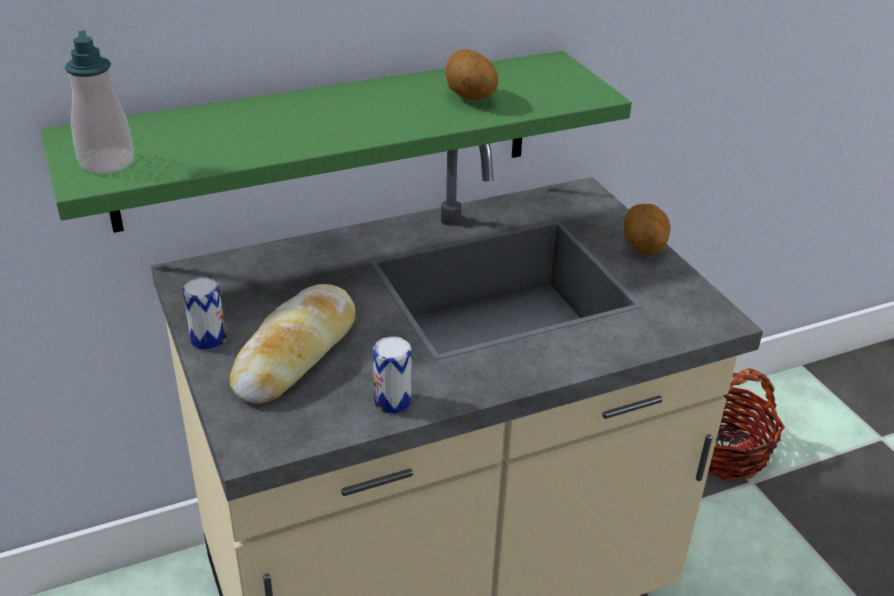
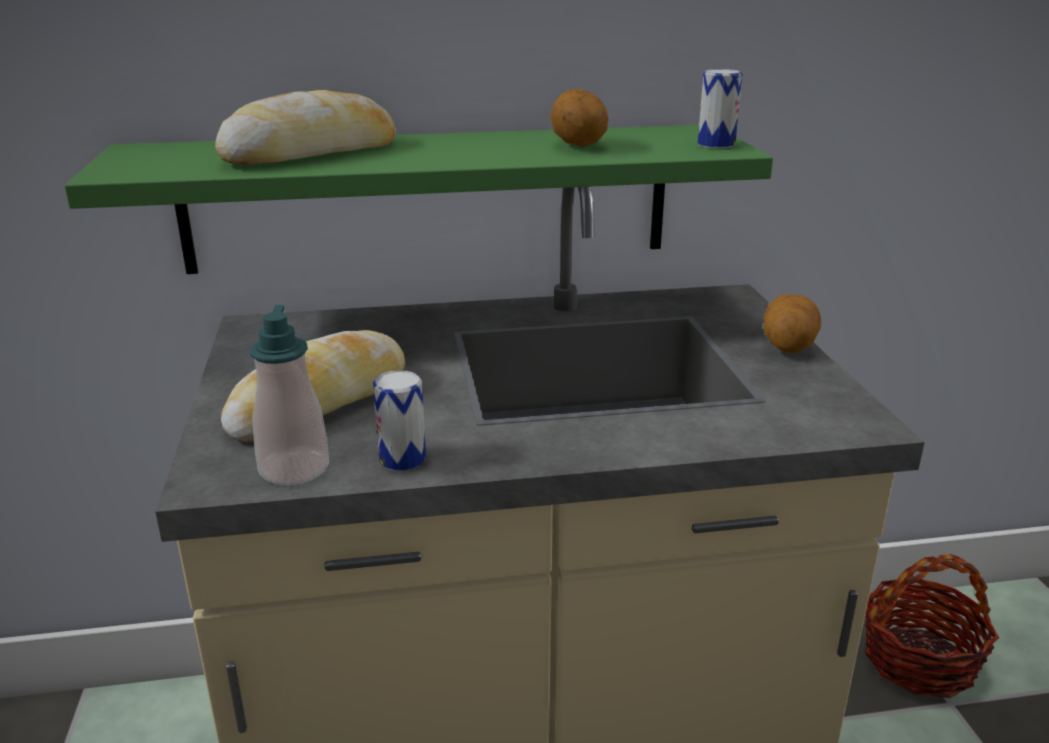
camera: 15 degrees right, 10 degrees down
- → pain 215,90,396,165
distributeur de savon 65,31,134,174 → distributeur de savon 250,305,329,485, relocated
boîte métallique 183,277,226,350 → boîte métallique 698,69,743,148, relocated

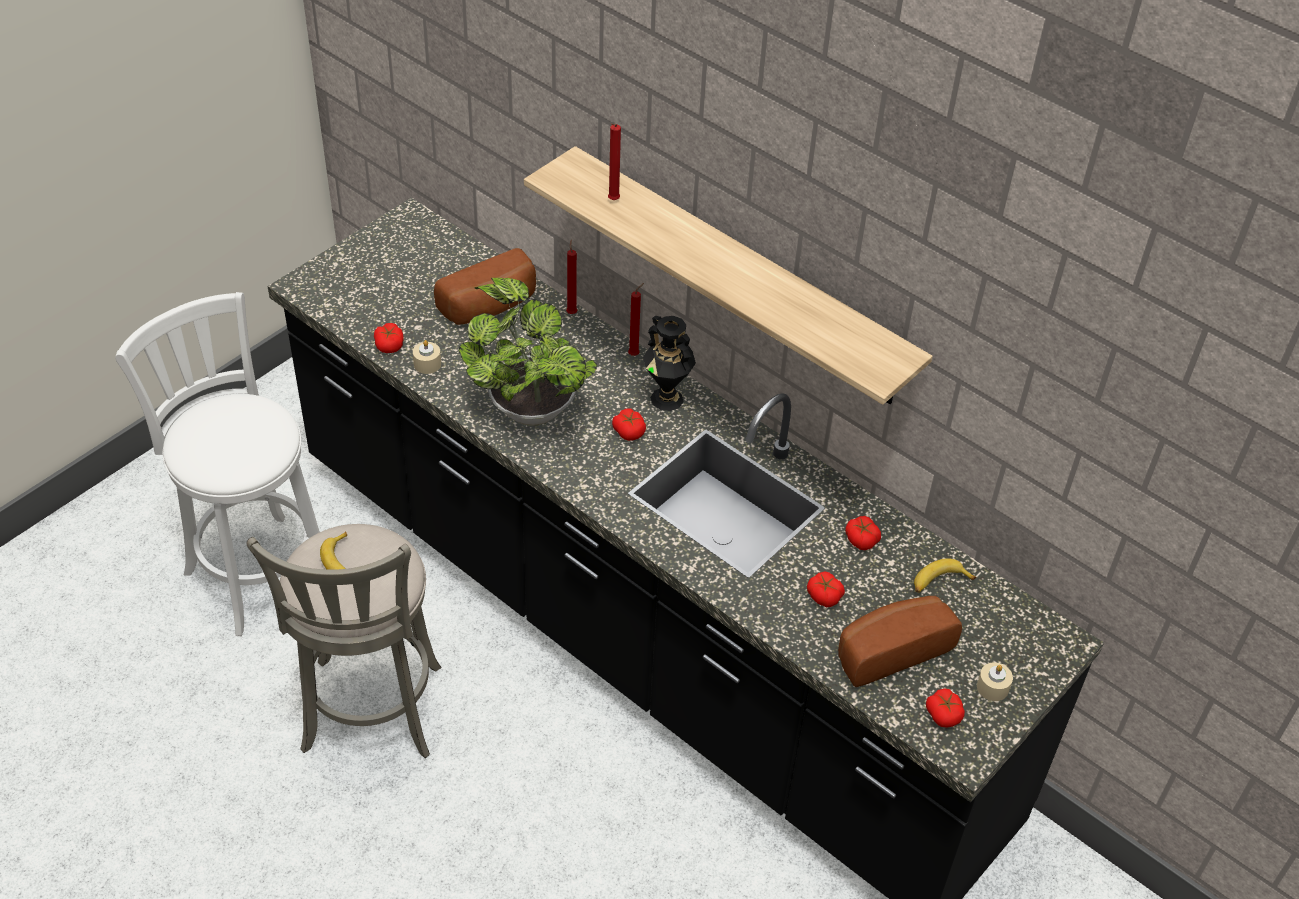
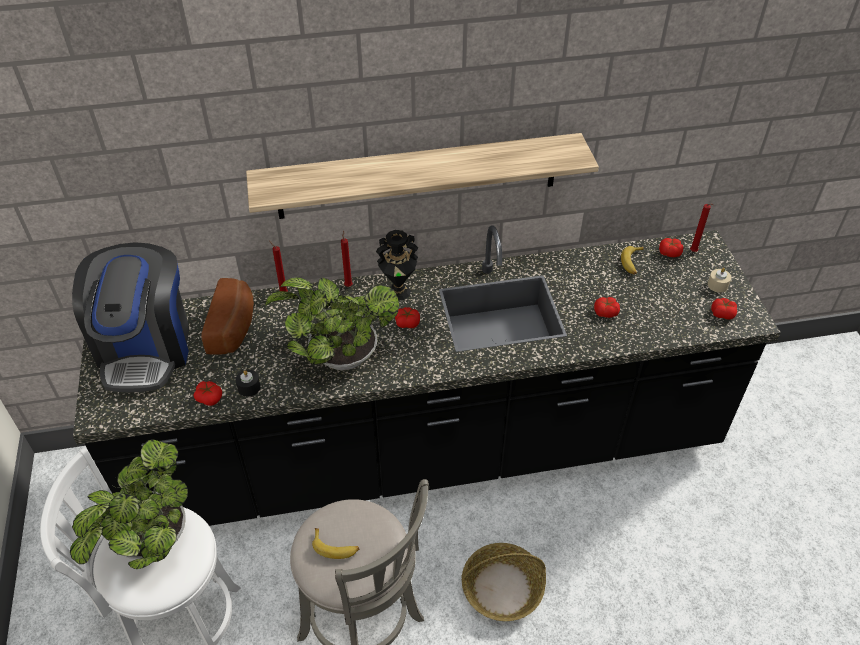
camera: 50 degrees left, 0 degrees up
- → plante en pot 70,439,188,569
- → machine à café 72,242,189,392
bougie/beige 413,340,441,374 → bougie/noir 235,370,260,397
- → panier 462,543,546,621
tomate 845,516,881,550 → tomate 659,238,683,257, relocated
bougie/rouge 608,124,621,200 → bougie/rouge 690,204,714,252, relocated
pain 838,596,962,687 → -

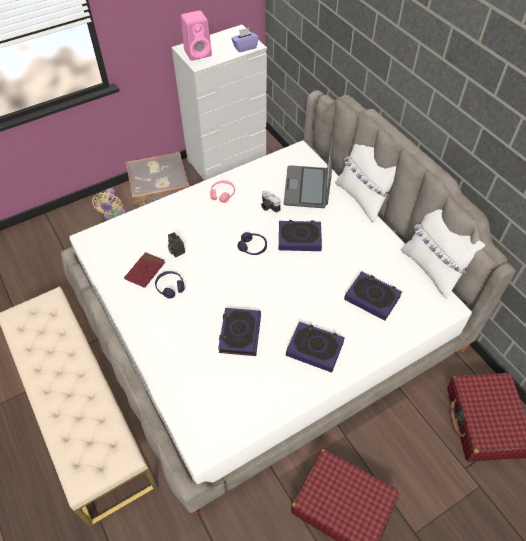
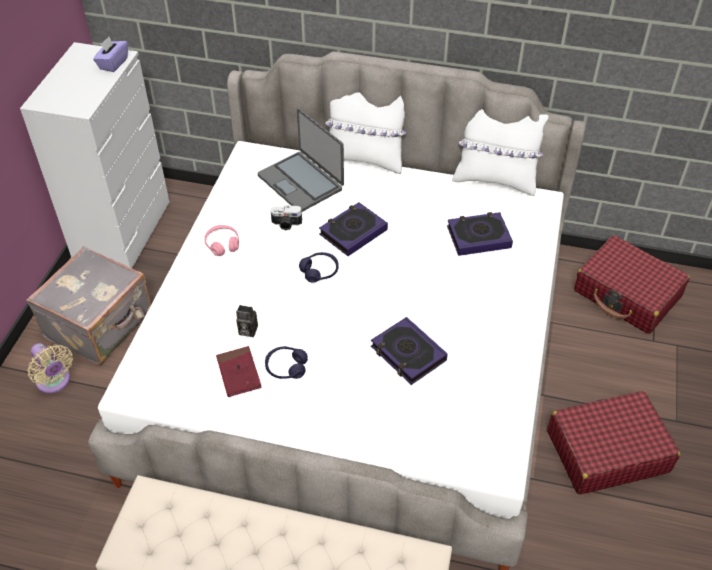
camera: 45 degrees left, 5 degrees down
enceinte/rose 181,10,212,61 → -
livre 286,322,345,373 → -

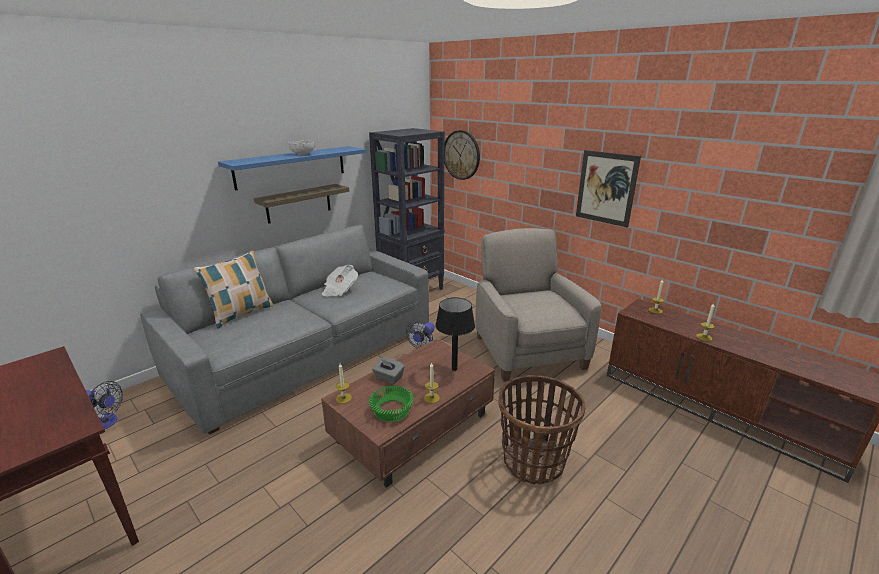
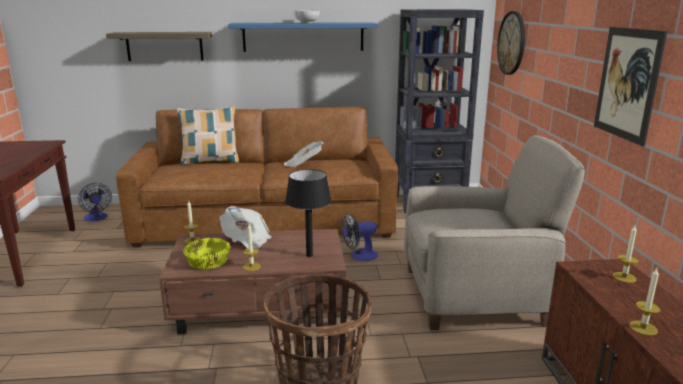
camera: 40 degrees right, 5 degrees down
étagère 254,184,349,224 → étagère 106,32,212,61, relocated
canapé/gris 140,225,429,435 → canapé/marron 116,107,398,248
bol/vert 369,386,413,422 → bol/jaune 183,238,231,269
boîte à mouchoirs/gris 372,357,405,384 → journal 219,206,272,249
fauteuil/beige 475,228,601,382 → fauteuil/beige 404,135,586,330, 60 degrees clockwise

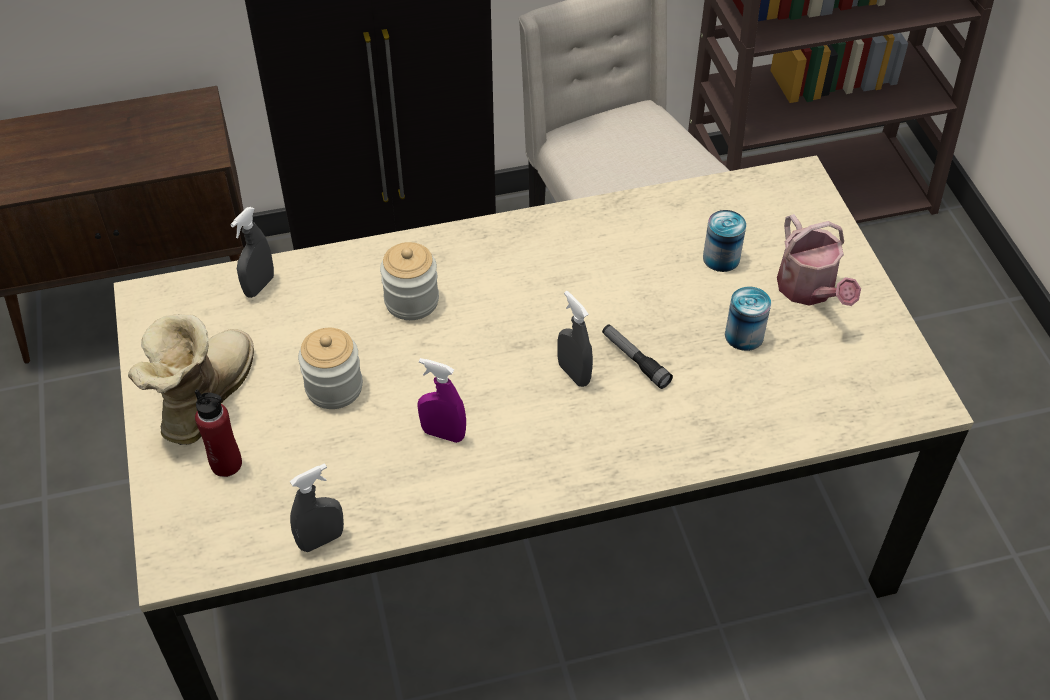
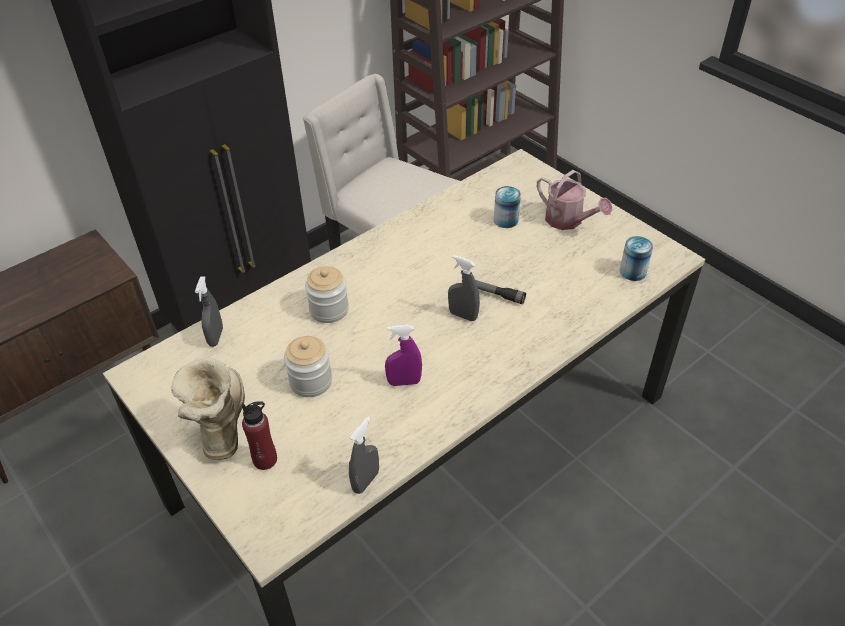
camera: 25 degrees left, 5 degrees down
boîte métallique 725,287,771,351 → boîte métallique 620,236,653,281, relocated

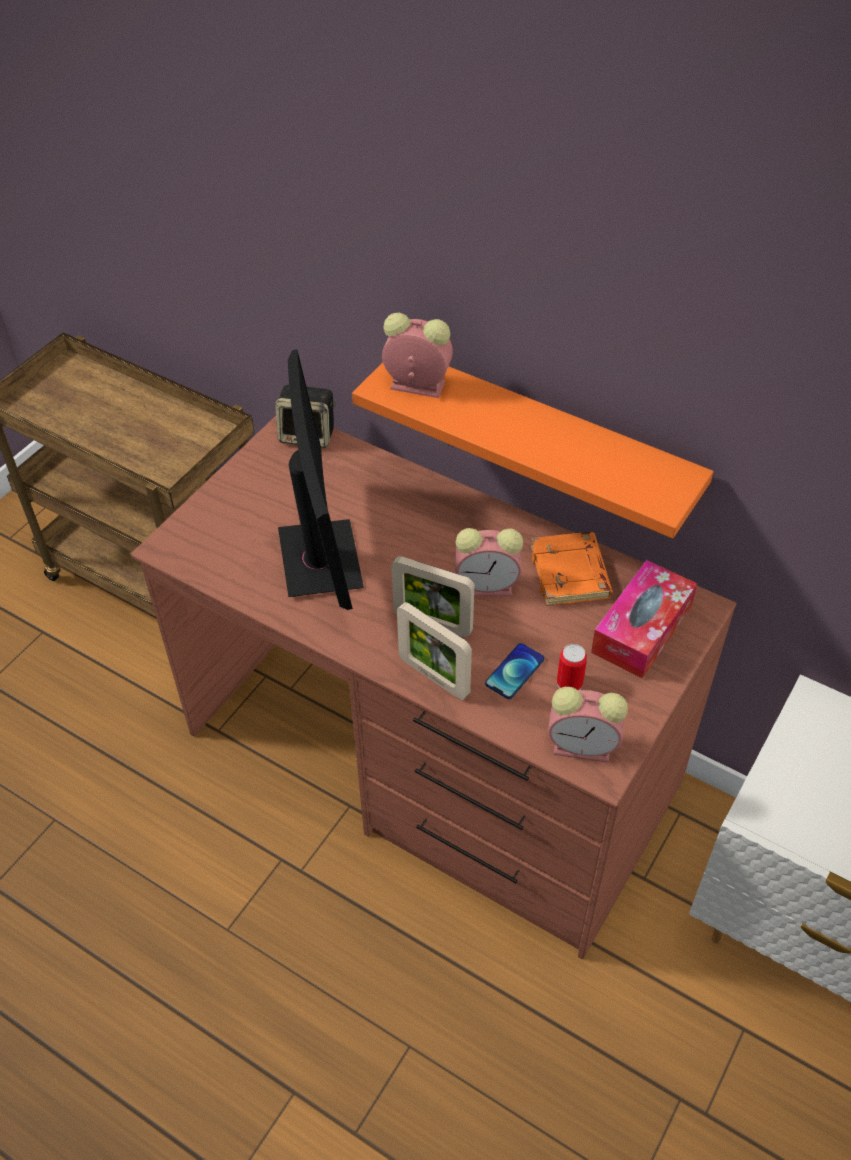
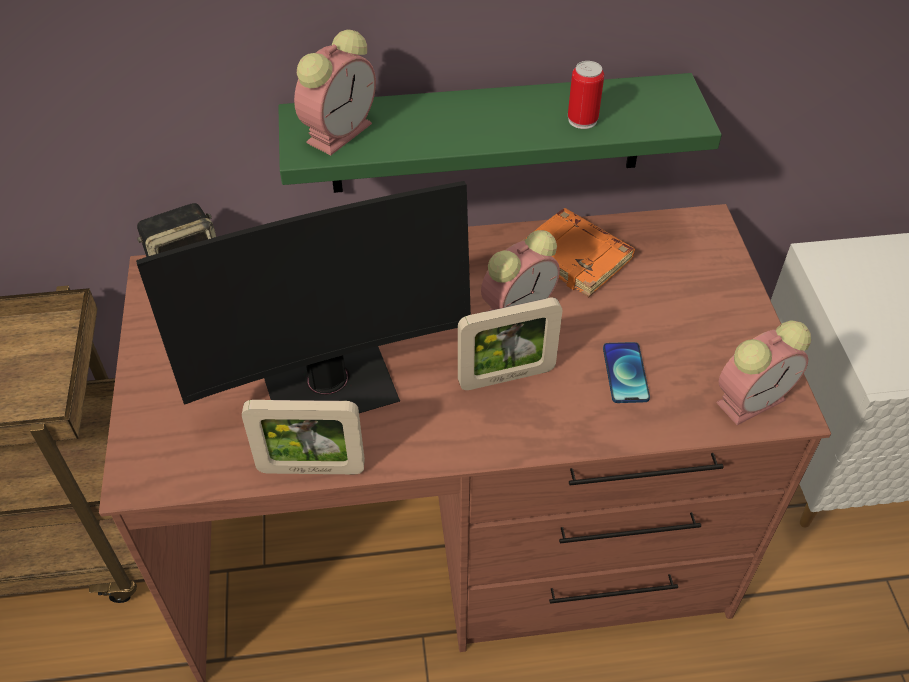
camera: 40 degrees left, 0 degrees up
écran d'ordinateur 278,349,364,610 → écran d'ordinateur 136,181,471,413, 120 degrees clockwise
cadre photo 397,602,472,700 → cadre photo 242,400,365,474, relocated
étagère/orange 352,362,714,538 → étagère/vert 278,73,722,193
réveil 382,313,453,398 → réveil 294,29,376,155, 150 degrees clockwise
boîte métallique 557,644,587,690 → boîte métallique 568,61,604,129, relocated
boîte à mouchoirs 591,560,697,679 → -

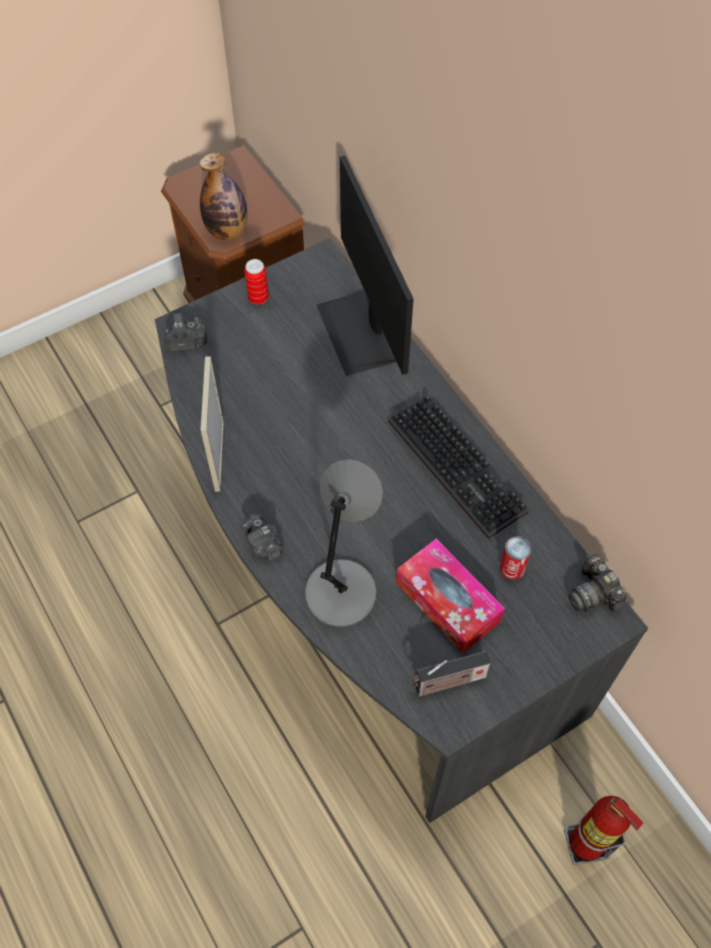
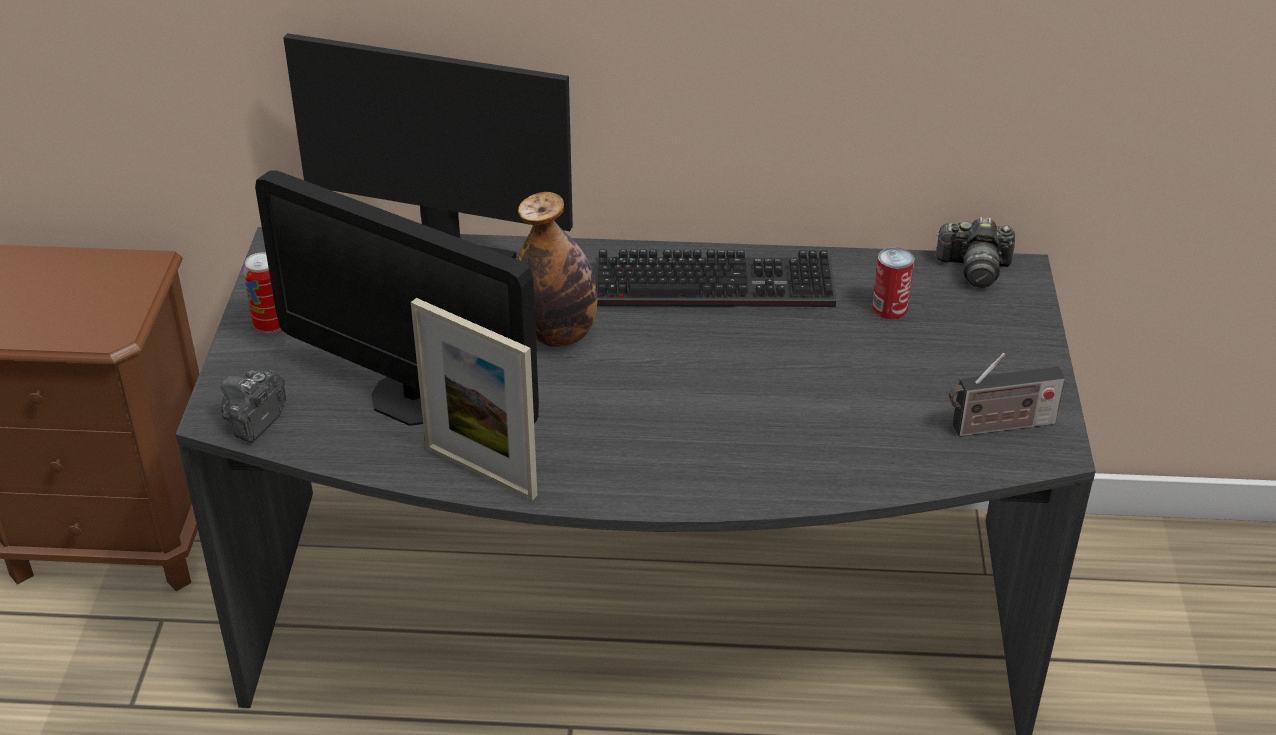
camera: 55 degrees left, 20 degrees down
- → écran d'ordinateur 255,170,539,426
bouteille 199,153,248,240 → bouteille 517,192,597,347, relocated
radio 410,651,491,697 → radio 949,353,1065,436, 60 degrees clockwise
appareil photo 241,513,284,560 → -
lampe de table/gris 305,459,383,627 → -
boîte à mouchoirs 396,539,505,654 → -
extincteur 564,796,644,865 → -

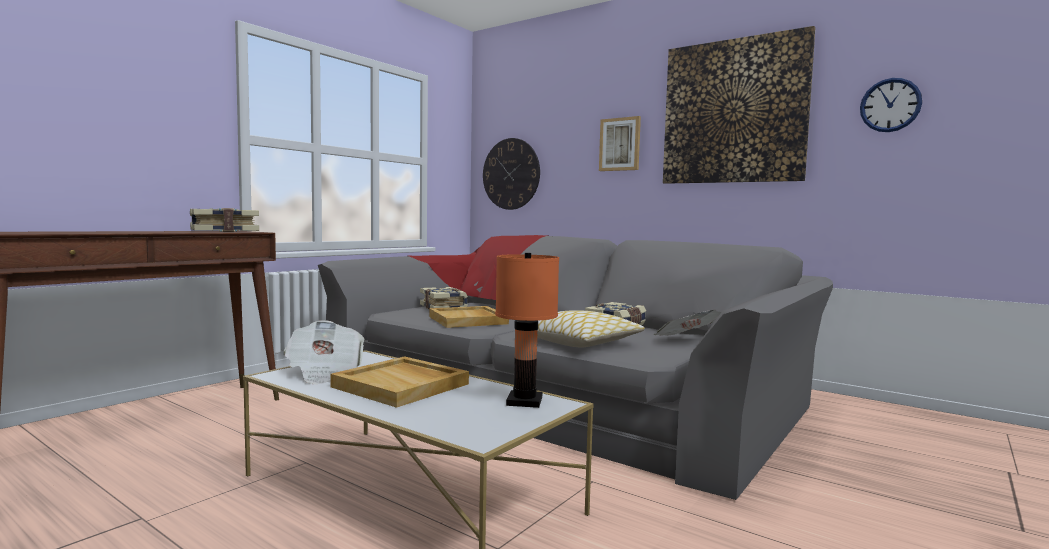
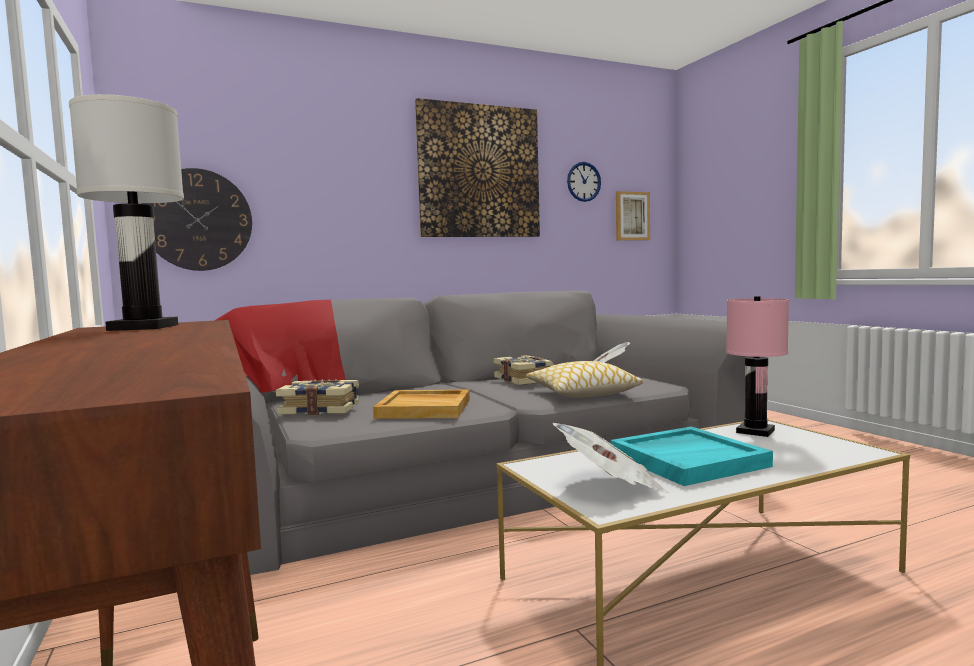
camera: 60 degrees left, 0 degrees up
livre 190,208,259,232 → lampe de table/blanc 69,94,184,331
plateau/beige 330,356,469,408 → plateau/turquoise 610,427,773,486
tableau 599,116,641,171 → tableau 616,191,650,240, relocated
lampe de table/orange 495,253,559,408 → lampe de table/rose 726,296,789,437

